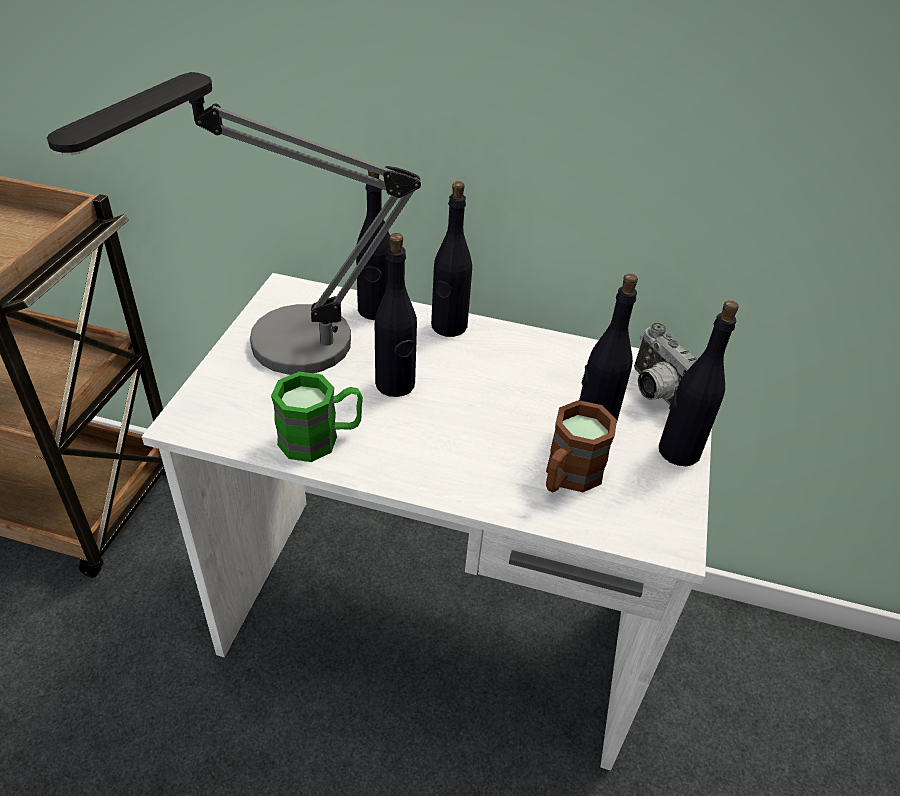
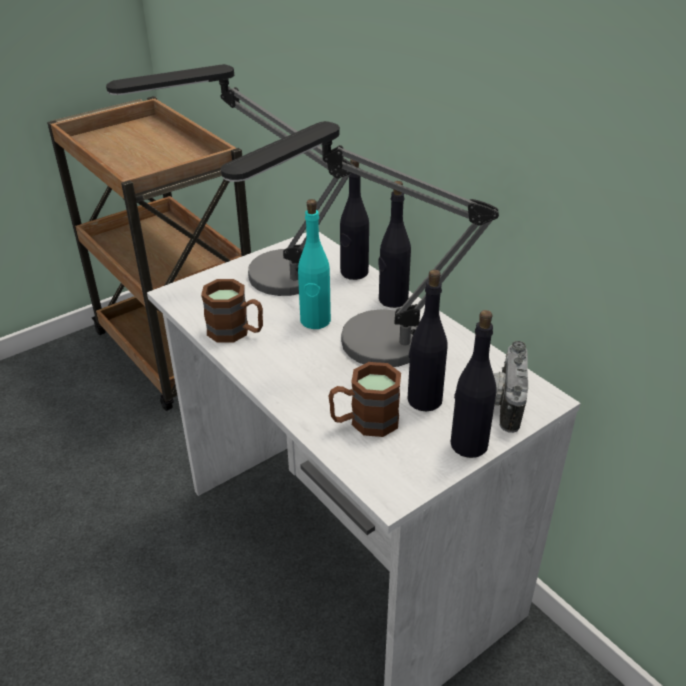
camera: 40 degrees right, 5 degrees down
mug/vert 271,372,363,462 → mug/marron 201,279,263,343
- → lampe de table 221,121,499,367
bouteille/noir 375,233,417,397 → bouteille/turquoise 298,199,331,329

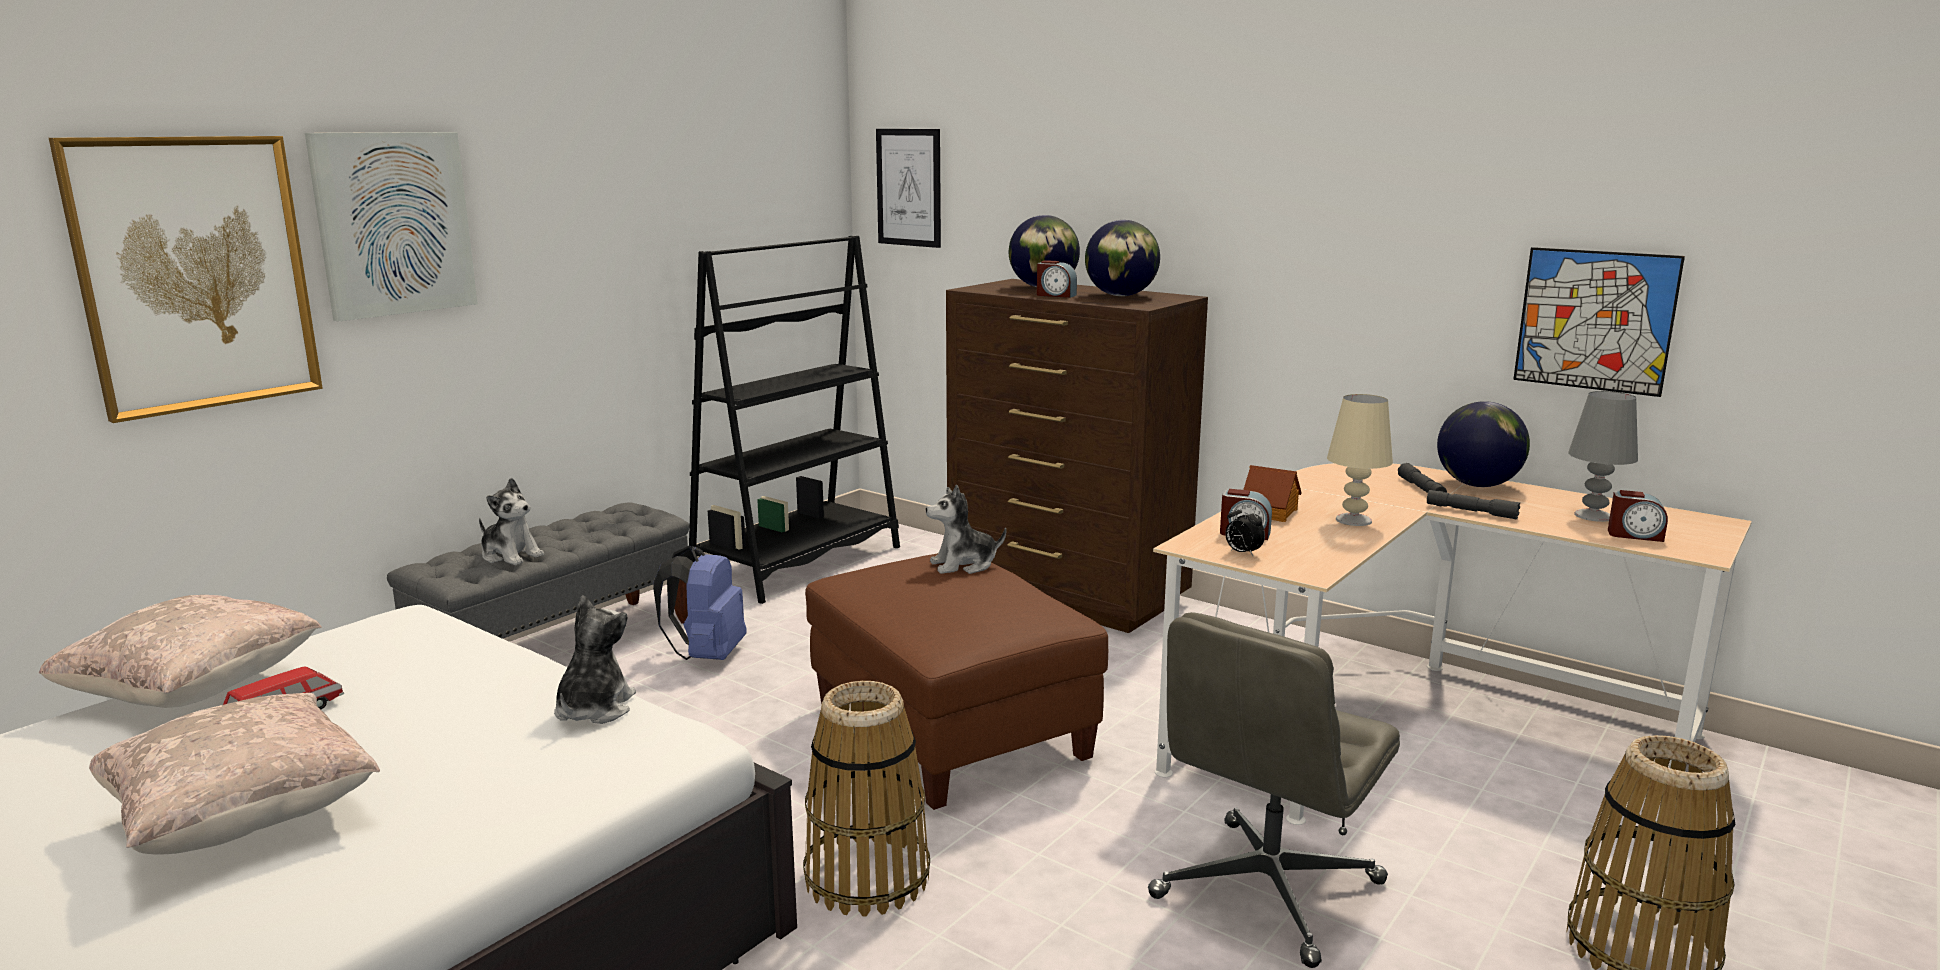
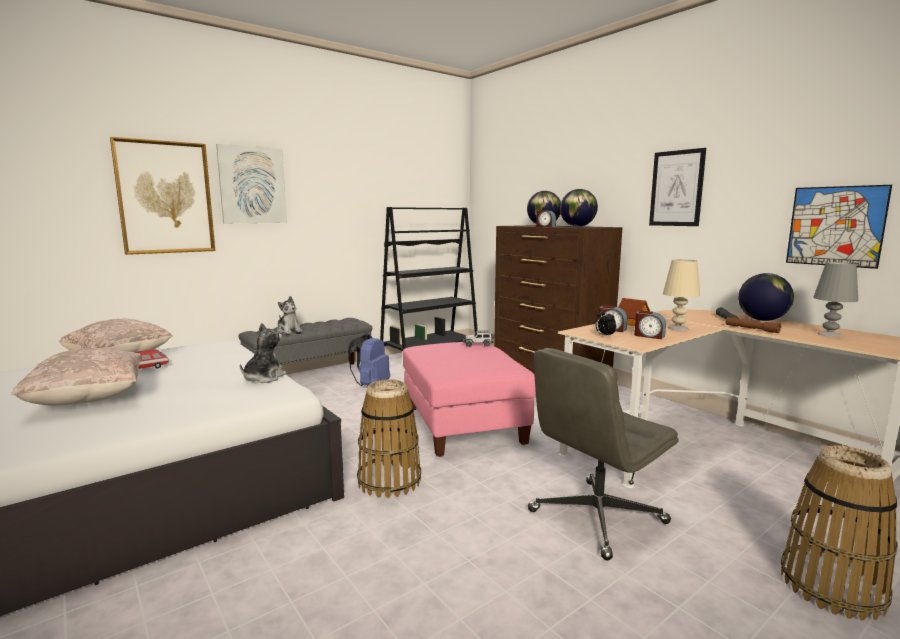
camera: 15 degrees right, 5 degrees down
pouf/marron 805,553,1108,810 → pouf/rose 403,342,536,457
peluche 926,485,1006,574 → petite voiture 463,330,494,347
réveil 1608,490,1668,542 → réveil 634,310,666,339, relocated
tableau 876,129,941,248 → tableau 649,148,706,226, relocated
lampe de poche/gris 1427,490,1520,520 → lampe de poche/marron 726,317,781,333

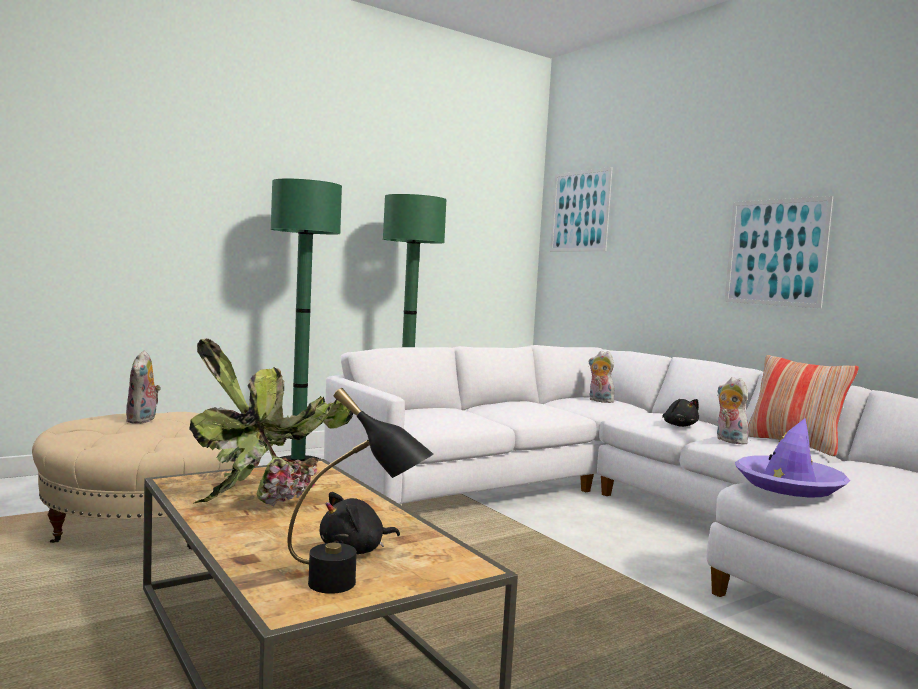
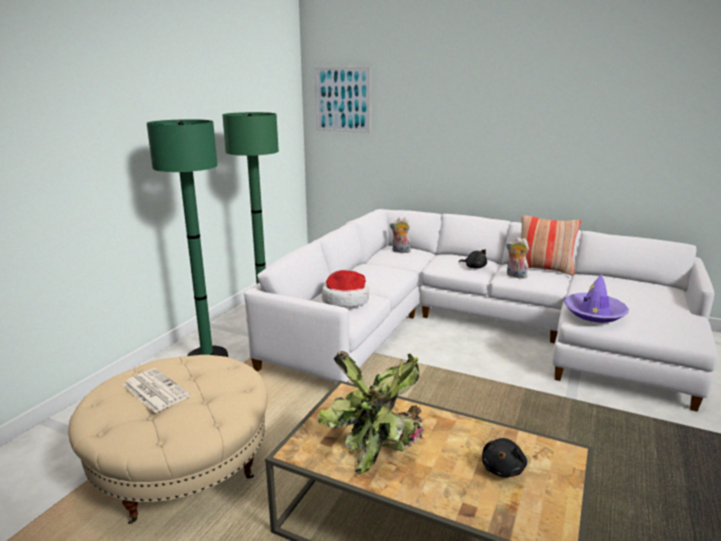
camera: 30 degrees left, 15 degrees up
peluche 126,351,161,424 → journal 123,368,190,413
- → chapeau 322,270,369,307
lampe de table/noir 288,388,434,594 → -
tableau 724,196,833,308 → -

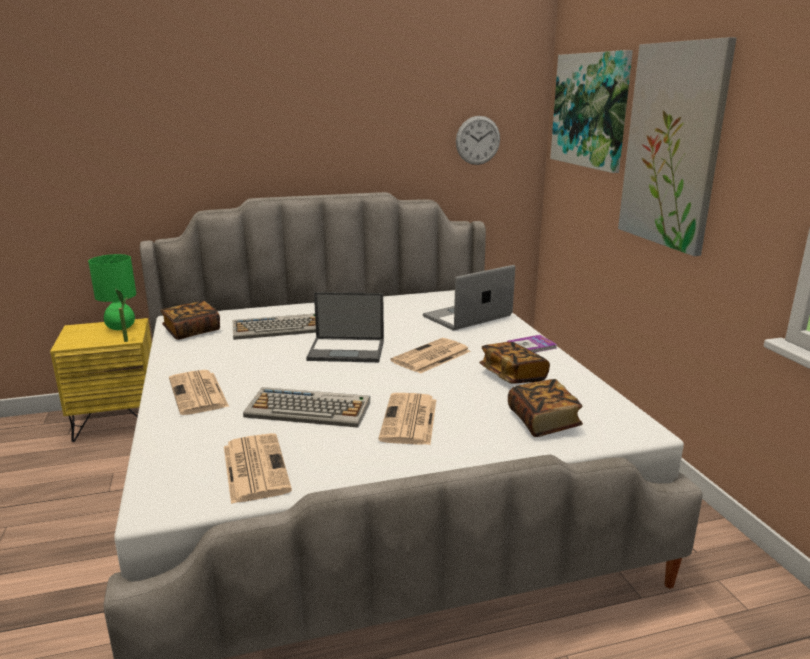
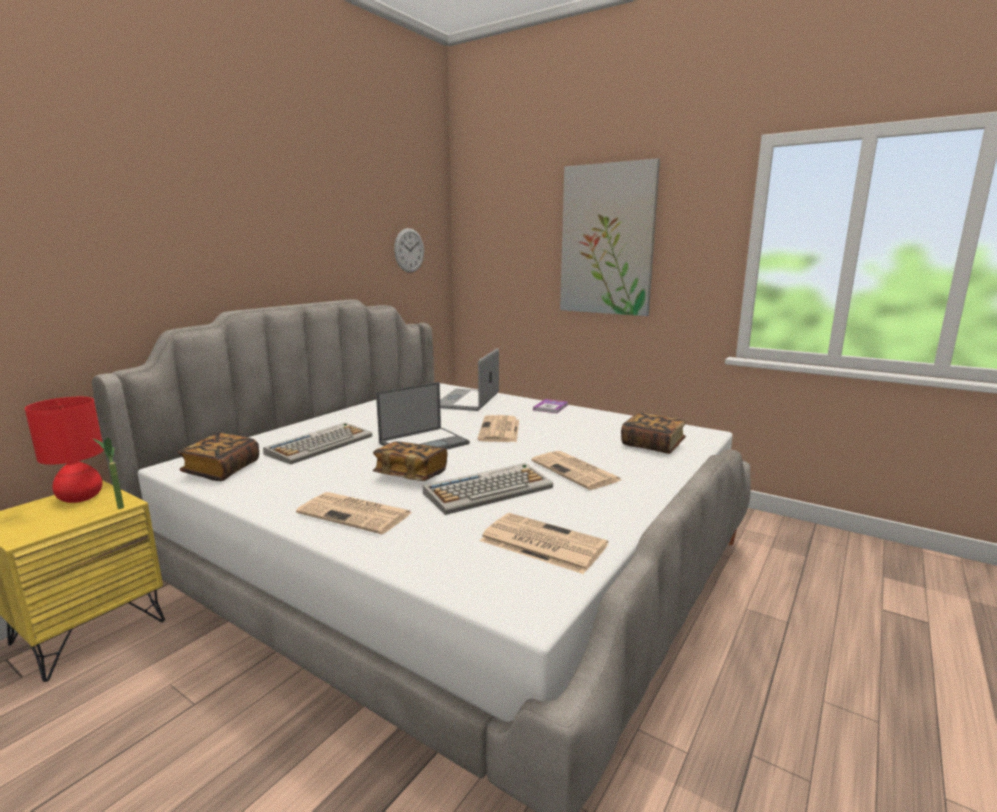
camera: 40 degrees left, 5 degrees down
lampe de table/vert 88,254,136,330 → lampe de table/rouge 25,397,104,503
livre 479,342,550,384 → livre 373,441,448,481, relocated
tableau 550,50,633,173 → -

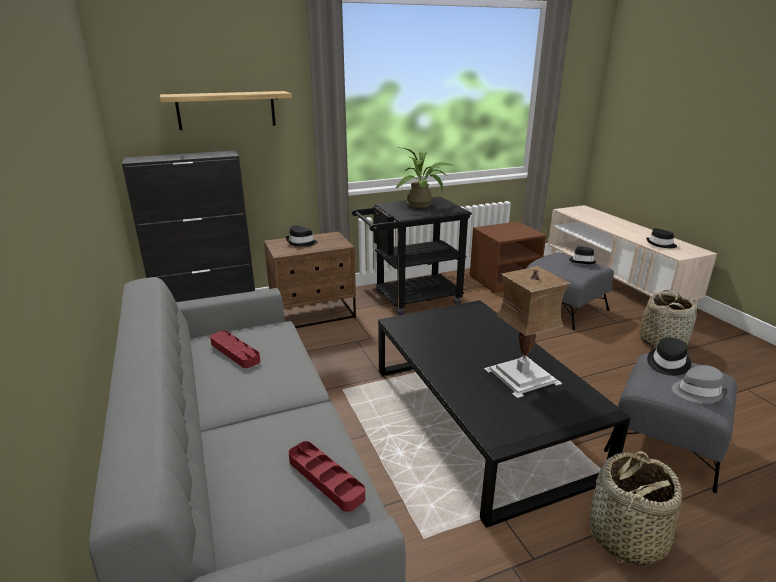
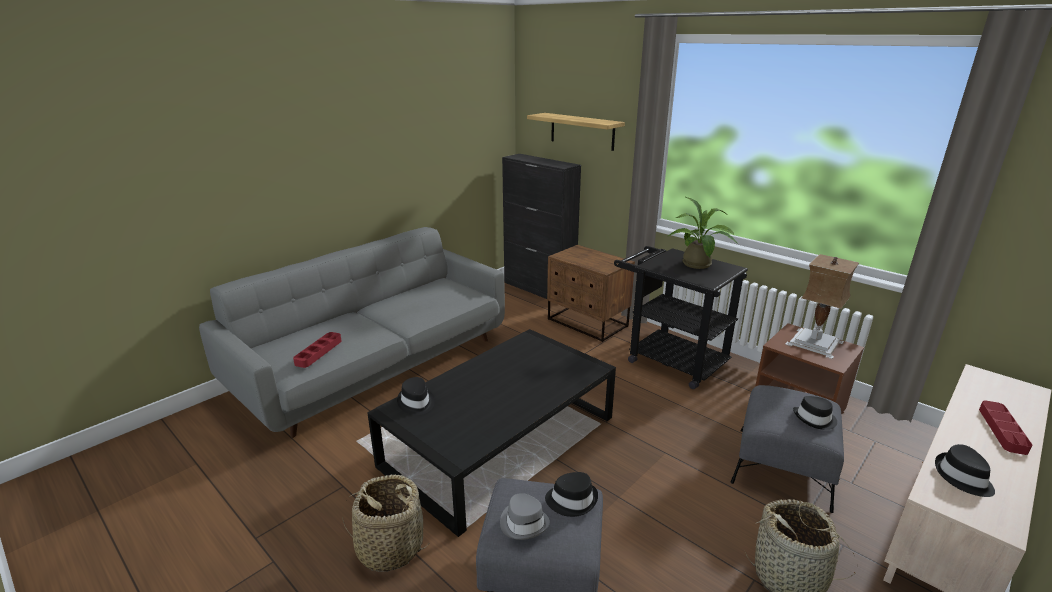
camera: 65 degrees right, 0 degrees up
chapeau/noir 286,226,318,247 → chapeau/noir 397,377,435,415, relocated
lampe de table 484,266,570,398 → lampe de table 785,254,859,359, relocated
plateau/rouge 210,331,260,368 → plateau/rouge 979,400,1032,455, relocated

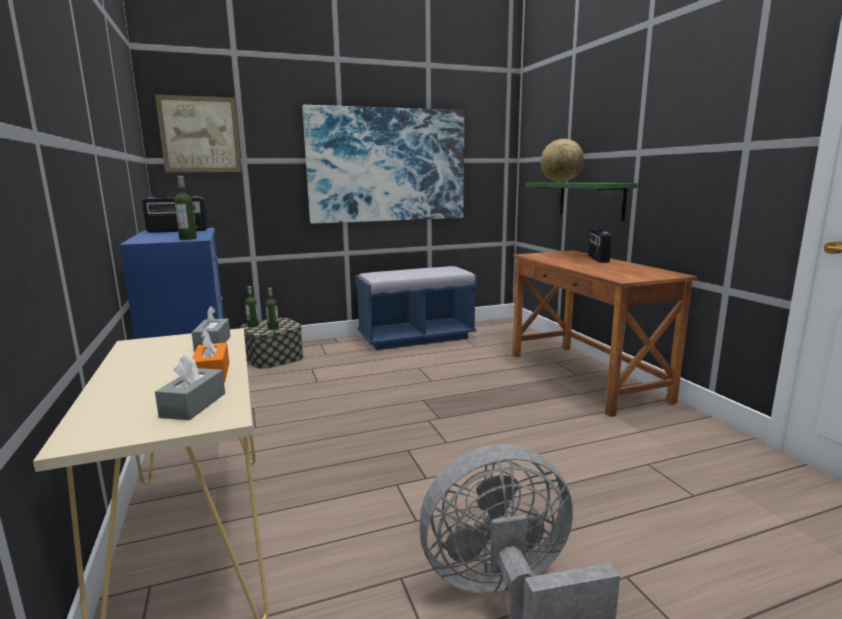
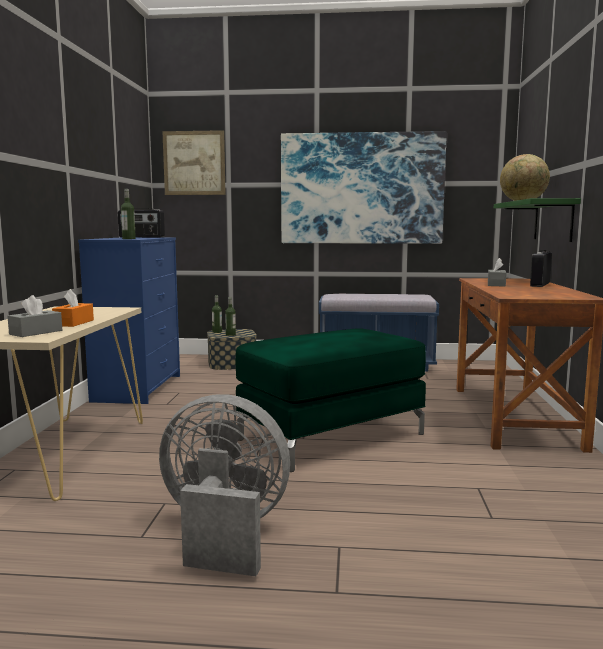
camera: 25 degrees right, 5 degrees down
- → pouf/vert 236,328,426,472
boîte à mouchoirs/gris 192,306,230,352 → boîte à mouchoirs/gris 488,258,506,287, relocated

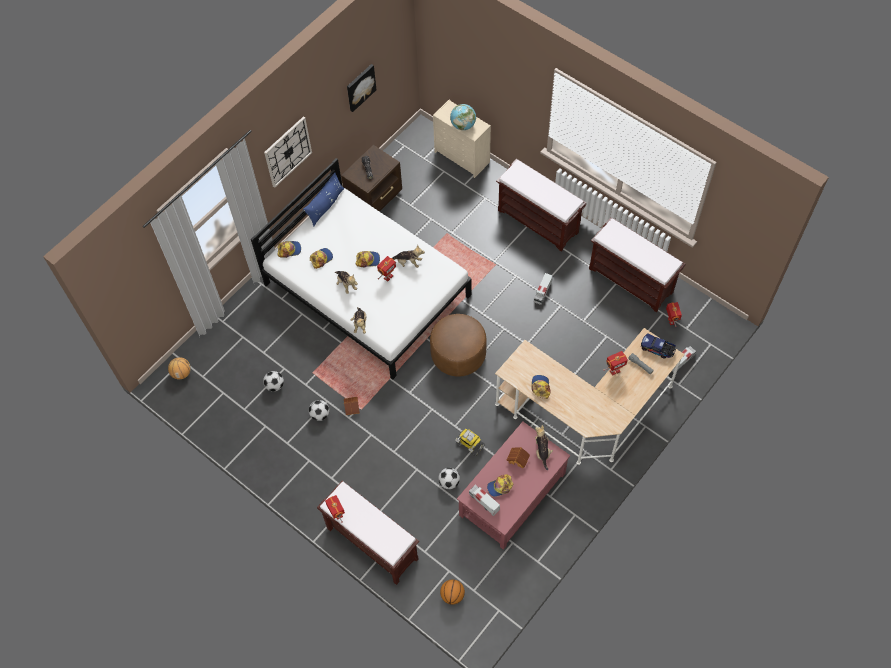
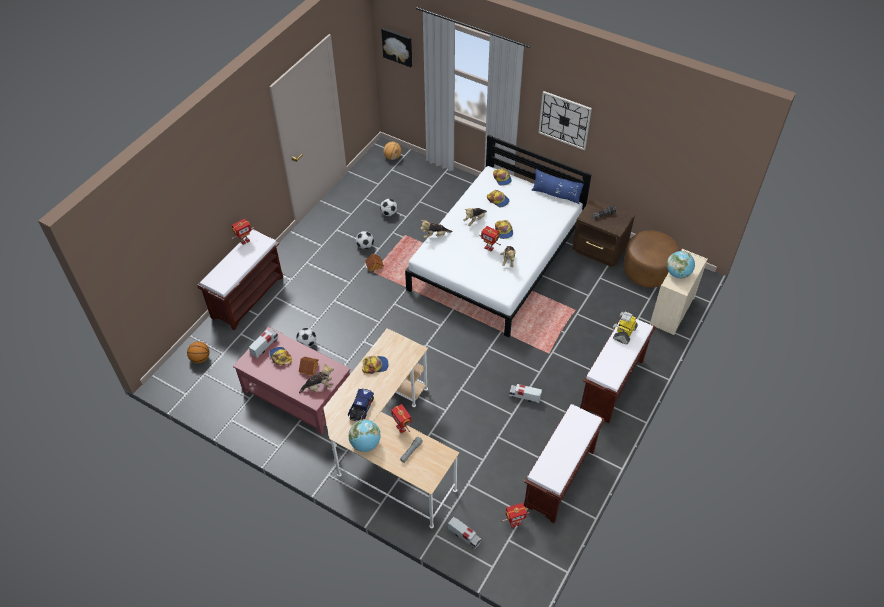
camera: 80 degrees right, 10 degrees down
camion jouet 641,333,676,359 → camion jouet 348,389,374,421, relocated
- → globe 349,419,380,452
tableau 347,64,376,112 → tableau 381,28,412,67, relocated
robot jouet 455,429,485,456 → robot jouet 613,311,638,344, relocated
pouf/marron 430,314,487,377 → pouf/marron 623,230,679,288, relocated

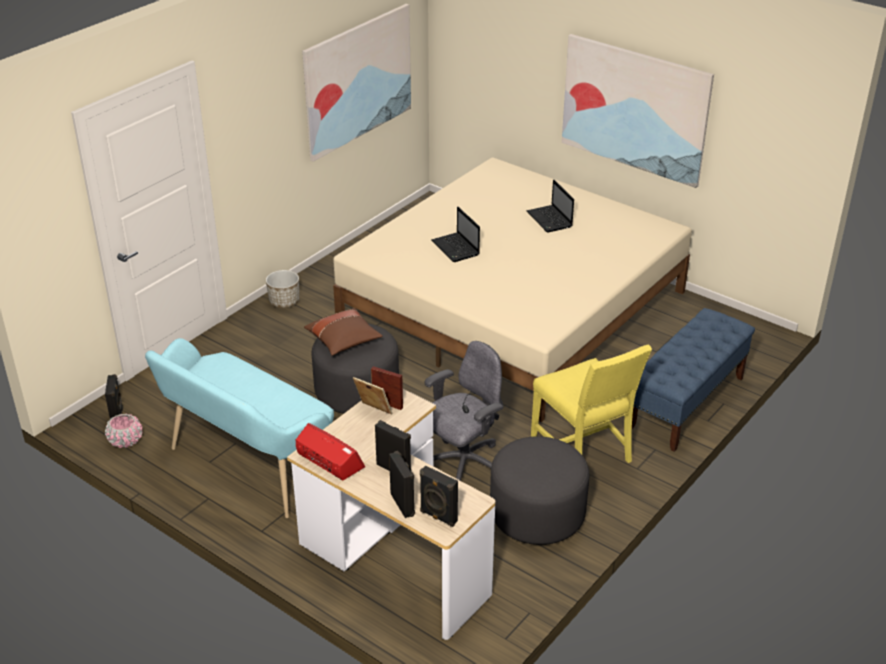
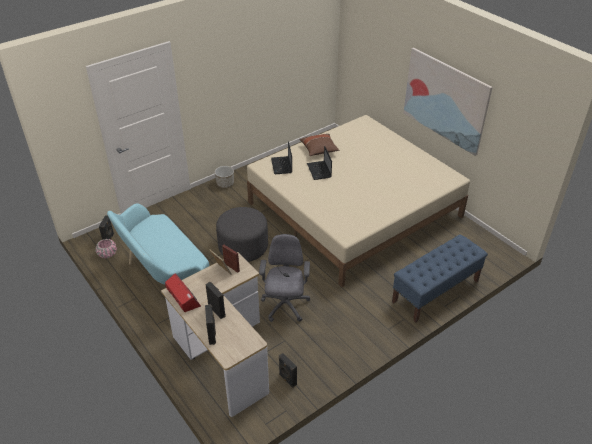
camera: 15 degrees right, 5 degrees up
chaise de bureau/gris 424,341,504,481 → chaise de bureau/gris 259,234,310,322, 60 degrees counterclockwise
ordinateur portable 526,180,574,233 → ordinateur portable 271,141,292,174, relocated
enceinte/noir 420,466,458,527 → enceinte/noir 279,353,297,388, relocated
coussin/marron 304,308,383,356 → coussin/marron 300,134,339,156, relocated
tableau 302,4,411,162 → -
pouf/gris 490,436,589,545 → -
chaise/jaune 531,345,652,463 → -

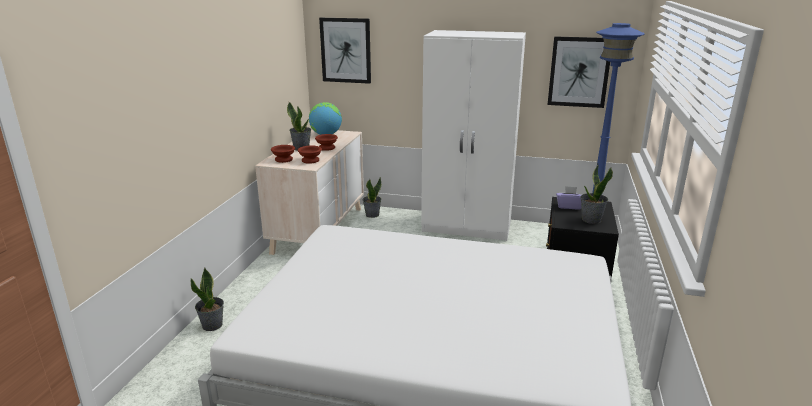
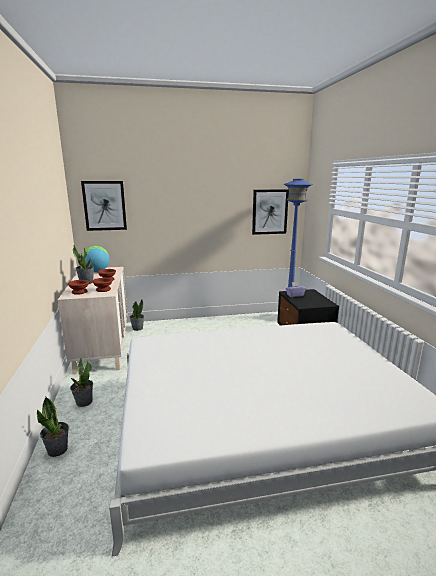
camera: 25 degrees left, 5 degrees down
plante en pot 580,164,613,224 → plante en pot 70,357,93,407, relocated
armoire/blanc 421,30,526,241 → -

